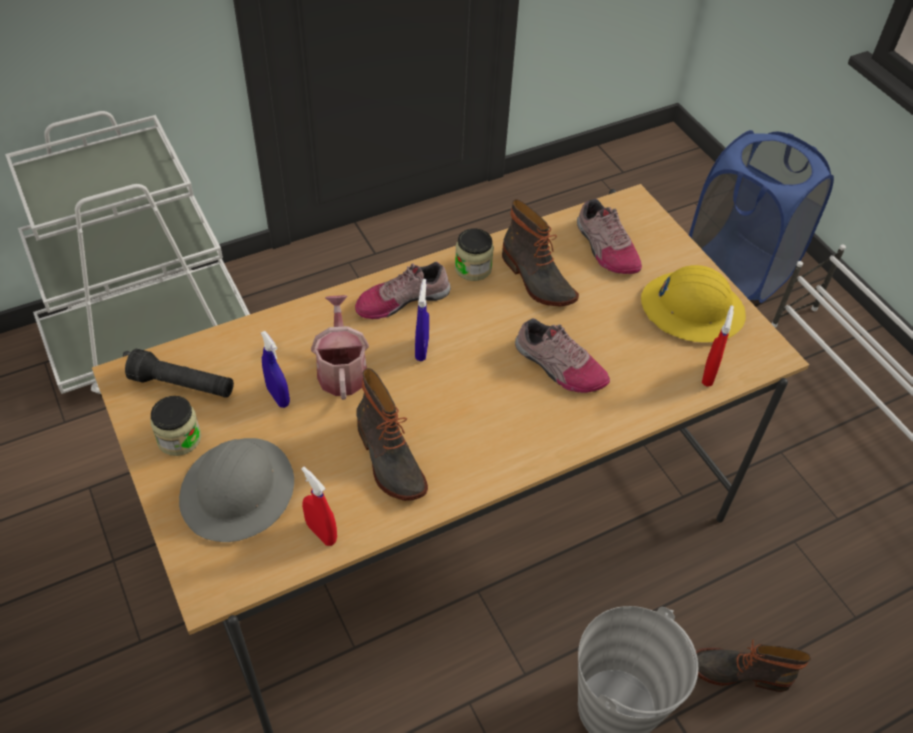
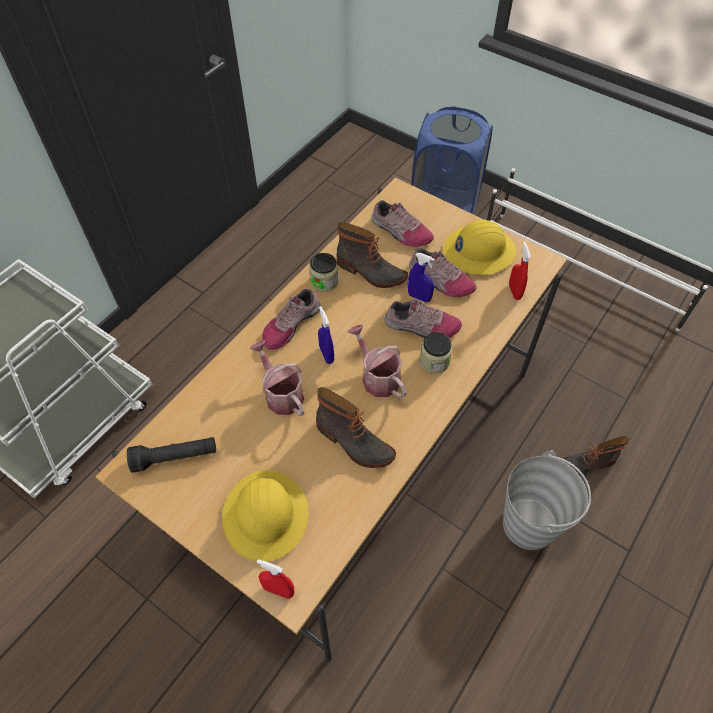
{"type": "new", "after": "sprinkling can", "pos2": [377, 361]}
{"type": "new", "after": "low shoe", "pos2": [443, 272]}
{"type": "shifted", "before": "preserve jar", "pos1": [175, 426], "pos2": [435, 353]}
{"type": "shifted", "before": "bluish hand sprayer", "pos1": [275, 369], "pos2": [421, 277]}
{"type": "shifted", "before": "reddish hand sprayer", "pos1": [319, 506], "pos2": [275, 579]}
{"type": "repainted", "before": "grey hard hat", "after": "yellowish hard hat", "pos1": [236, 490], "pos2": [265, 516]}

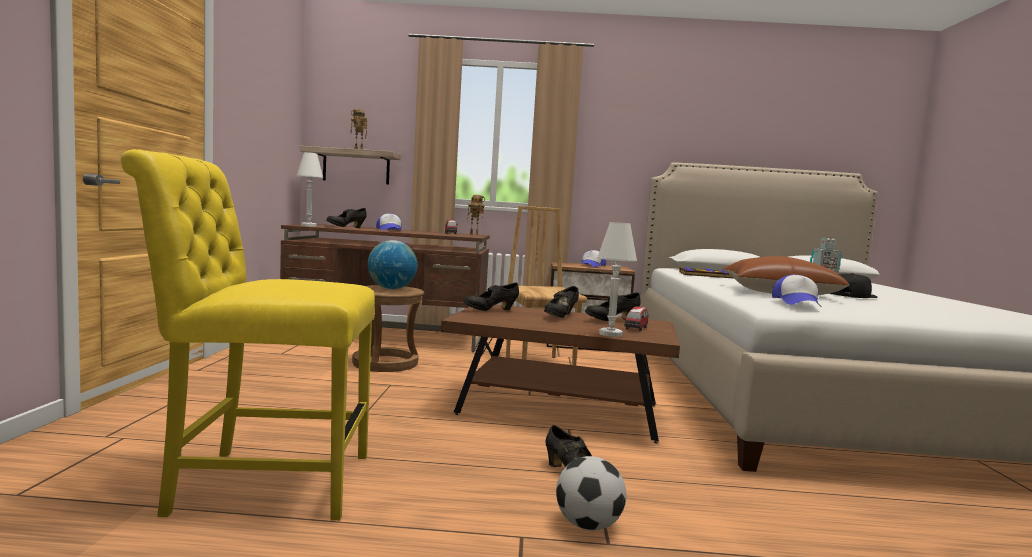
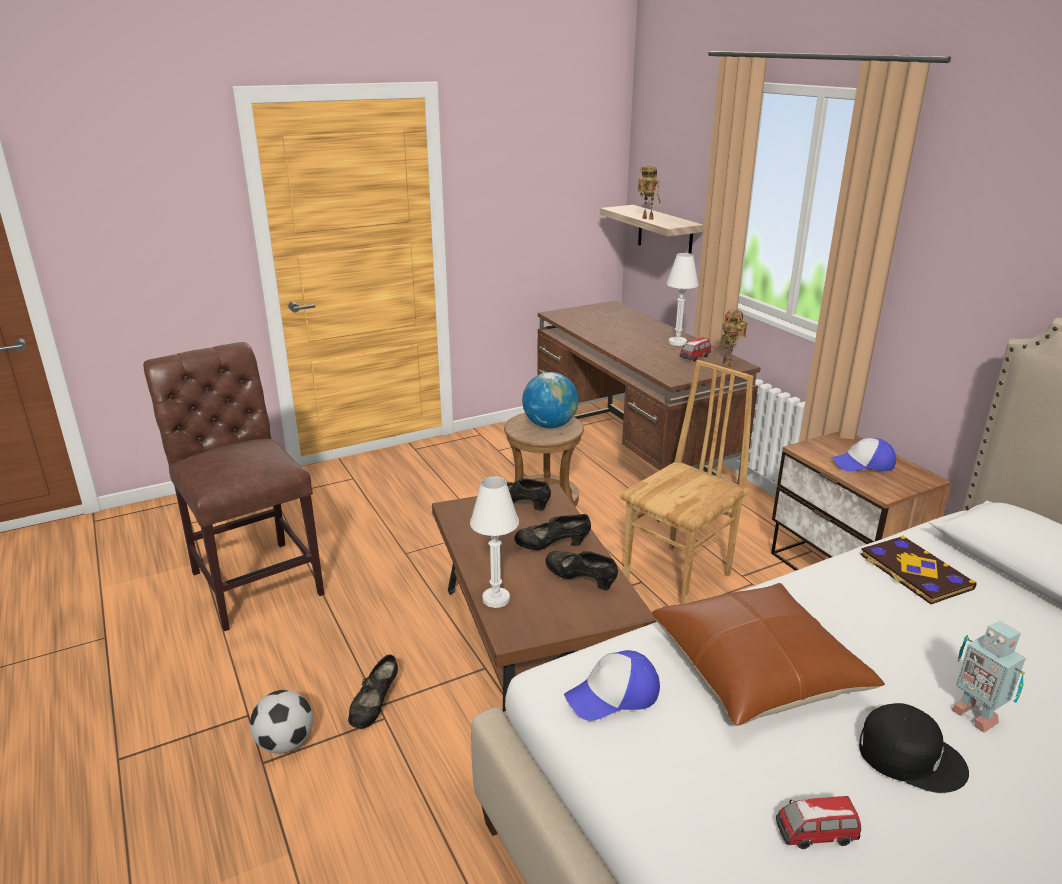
{"type": "gone", "before": "black-coloured low shoe", "pos1": [346, 218]}
{"type": "gone", "before": "peaked cap", "pos1": [389, 222]}
{"type": "shifted", "before": "whitish table lamp", "pos1": [309, 189], "pos2": [682, 299]}
{"type": "shifted", "before": "miniature car", "pos1": [636, 318], "pos2": [818, 822]}
{"type": "repainted", "before": "yellowish chair", "after": "brown chair", "pos1": [248, 335], "pos2": [233, 486]}

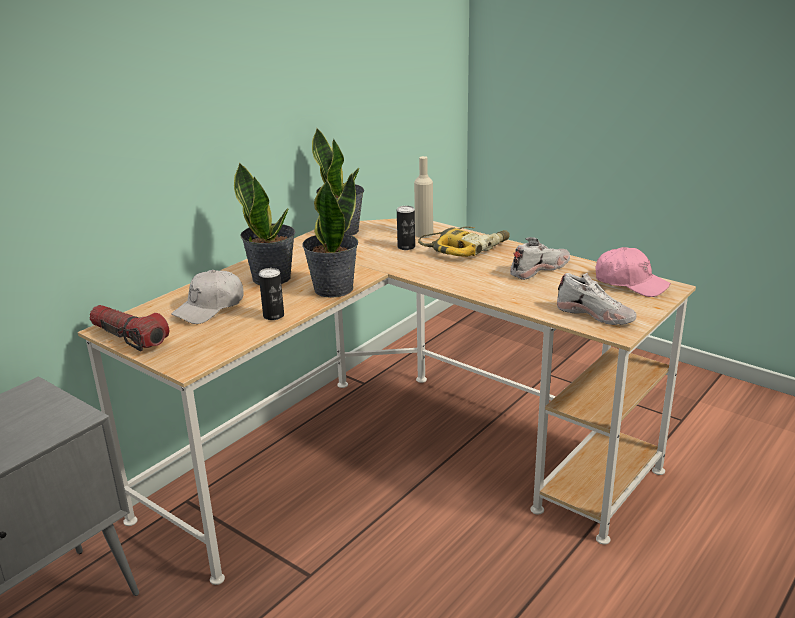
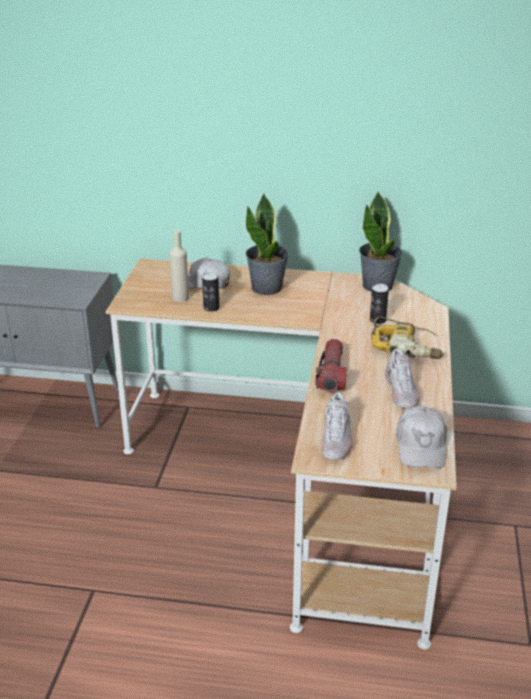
{"type": "gone", "before": "plant in a pot", "pos1": [330, 235]}
{"type": "shifted", "before": "flashlight", "pos1": [129, 328], "pos2": [331, 365]}
{"type": "shifted", "before": "beige drink bottle", "pos1": [423, 197], "pos2": [179, 266]}
{"type": "repainted", "before": "pinkish peaked cap", "after": "whitish peaked cap", "pos1": [633, 272], "pos2": [421, 437]}
{"type": "rotated", "before": "whitish low shoe", "pos1": [540, 258], "pos2": [402, 378], "turn": 60}

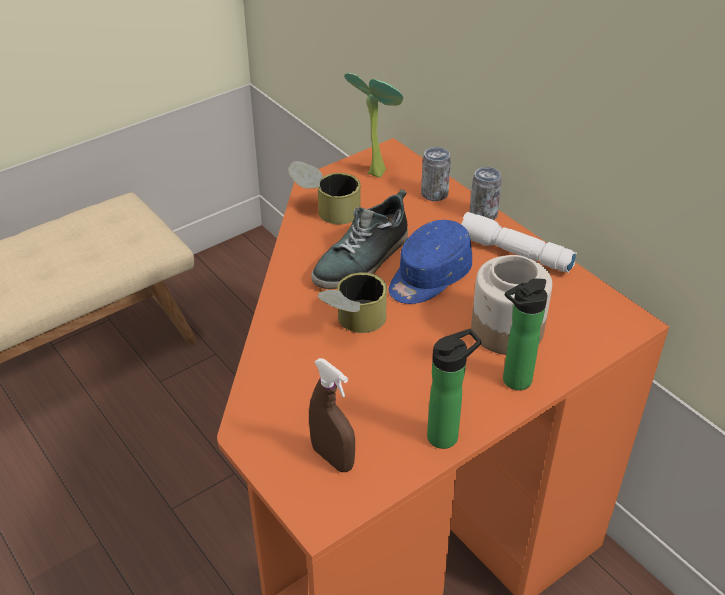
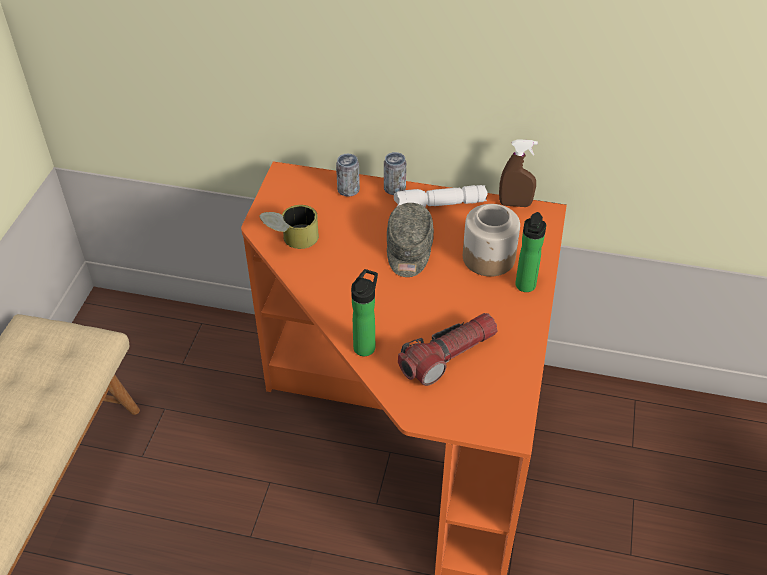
{"type": "gone", "before": "low shoe", "pos1": [359, 239]}
{"type": "gone", "before": "metal can", "pos1": [352, 302]}
{"type": "gone", "before": "plant in a pot", "pos1": [373, 125]}
{"type": "new", "after": "flashlight", "pos2": [447, 349]}
{"type": "shifted", "before": "brown hand sprayer", "pos1": [332, 415], "pos2": [518, 173]}
{"type": "shifted", "before": "drink bottle", "pos1": [454, 389], "pos2": [364, 312]}
{"type": "repainted", "before": "bluish peaked cap", "after": "grey peaked cap", "pos1": [430, 262], "pos2": [410, 240]}

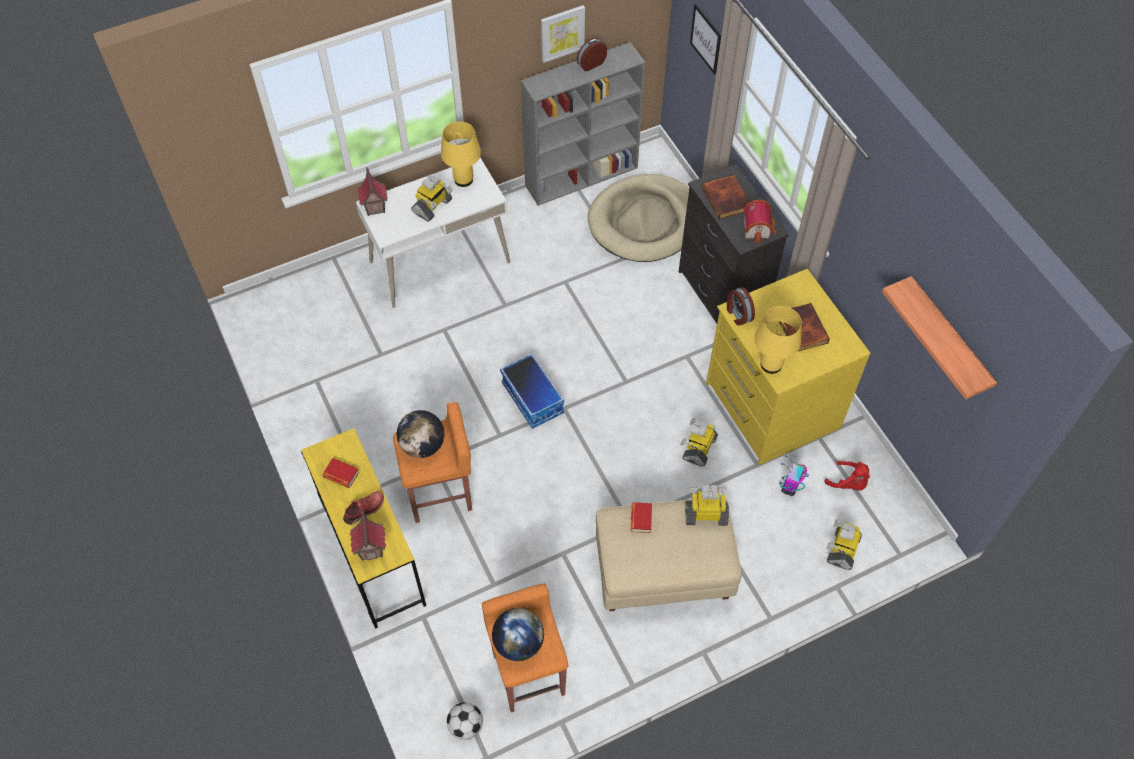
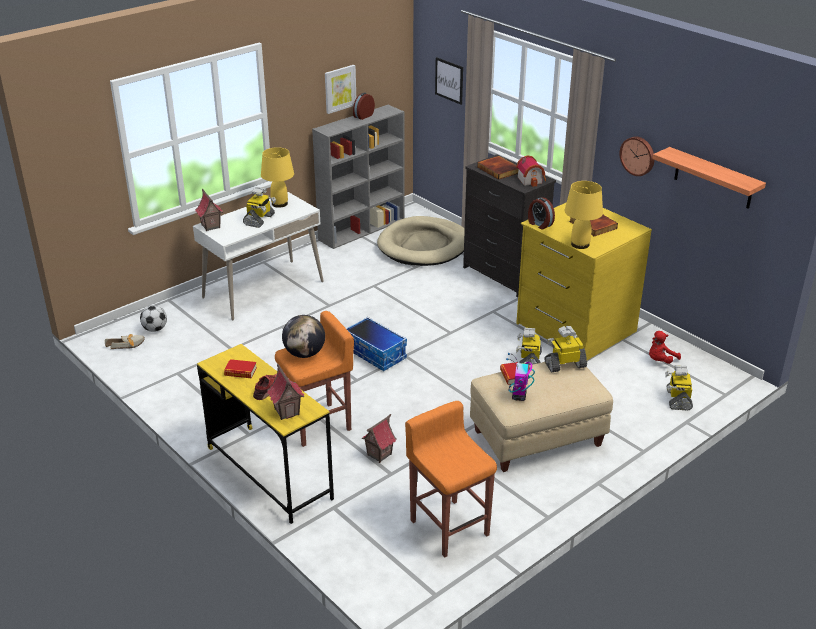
{"type": "gone", "before": "globe", "pos1": [518, 634]}
{"type": "new", "after": "low shoe", "pos2": [125, 341]}
{"type": "new", "after": "miniature house", "pos2": [379, 438]}
{"type": "new", "after": "wall clock", "pos2": [637, 156]}
{"type": "shifted", "before": "football", "pos1": [465, 721], "pos2": [153, 318]}
{"type": "shifted", "before": "robot figure", "pos1": [794, 475], "pos2": [520, 377]}
{"type": "rotated", "before": "reddish cuddly toy", "pos1": [847, 475], "pos2": [665, 347], "turn": 120}

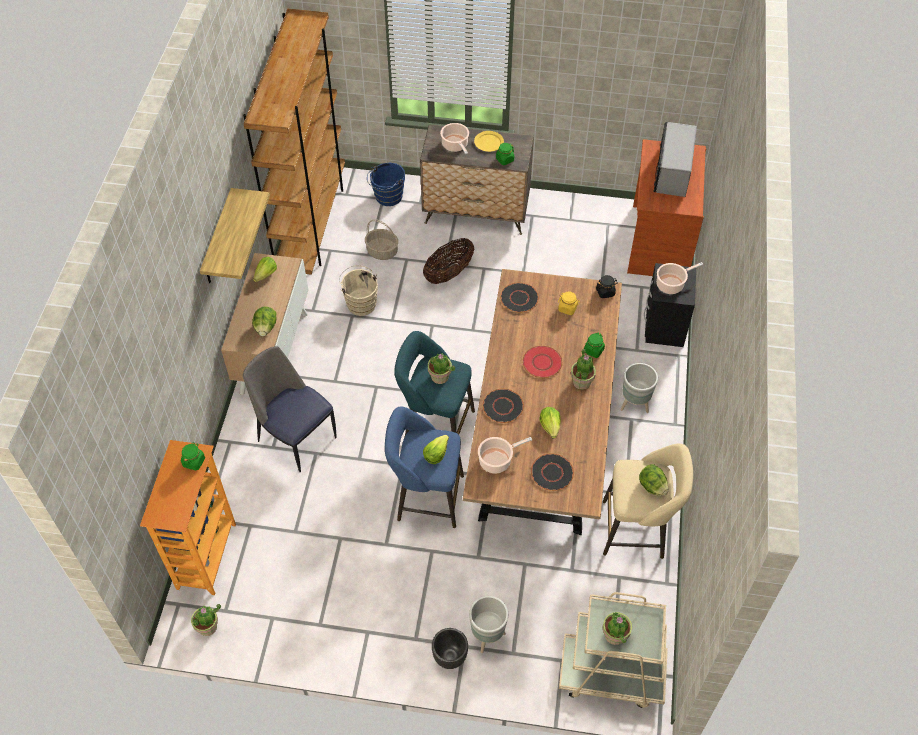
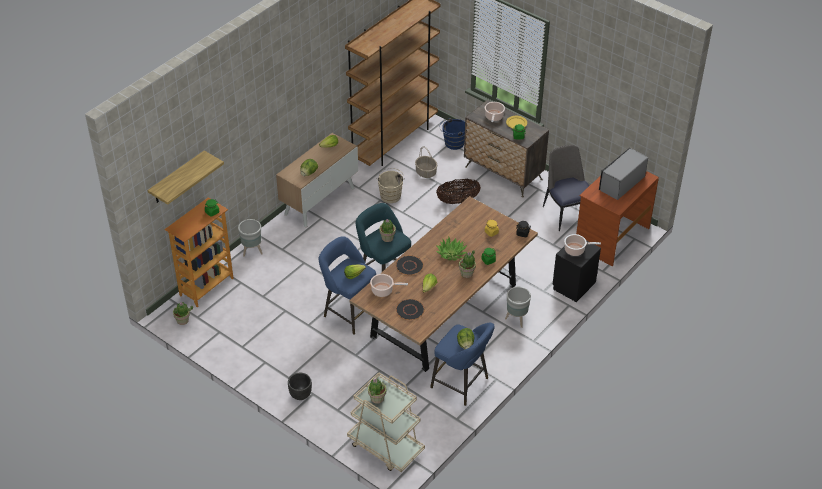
{"type": "gone", "before": "black-coloured plate", "pos1": [519, 297]}
{"type": "shifted", "before": "wall shelf", "pos1": [235, 235], "pos2": [186, 178]}
{"type": "shifted", "before": "chair", "pos1": [290, 409], "pos2": [566, 188]}
{"type": "shifted", "before": "grey plant pot", "pos1": [488, 624], "pos2": [250, 238]}
{"type": "swapped", "before": "reddish plate", "after": "plant in a pot", "pos1": [542, 362], "pos2": [452, 248]}
{"type": "repainted", "before": "beige stool seat", "after": "bluish stool seat", "pos1": [648, 501], "pos2": [462, 364]}

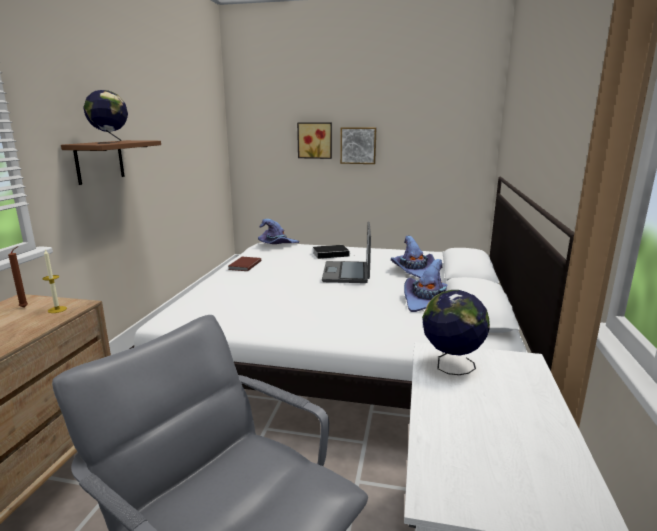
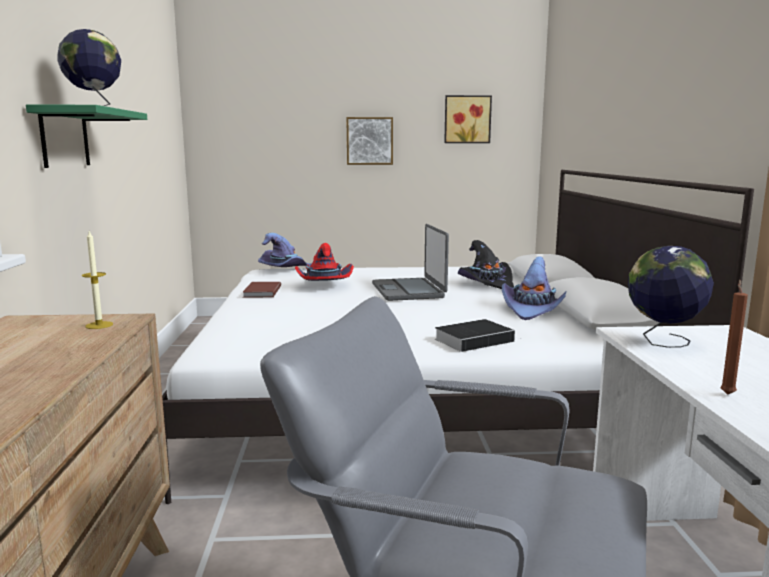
{"type": "new", "after": "reddish clothing hat", "pos2": [324, 262]}
{"type": "shifted", "before": "brown wax light", "pos1": [18, 277], "pos2": [734, 337]}
{"type": "shifted", "before": "picture", "pos1": [314, 141], "pos2": [468, 119]}
{"type": "shifted", "before": "book", "pos1": [331, 252], "pos2": [478, 335]}
{"type": "repainted", "before": "brown wall shelf", "after": "green-coloured wall shelf", "pos1": [111, 162], "pos2": [86, 136]}
{"type": "repainted", "before": "purple-coloured clothing hat", "after": "black-coloured clothing hat", "pos1": [413, 257], "pos2": [486, 264]}

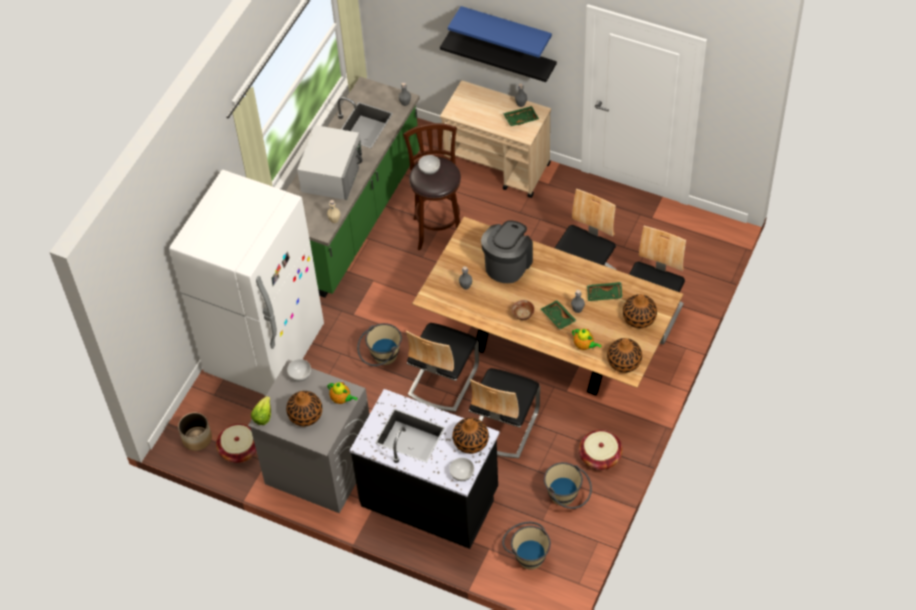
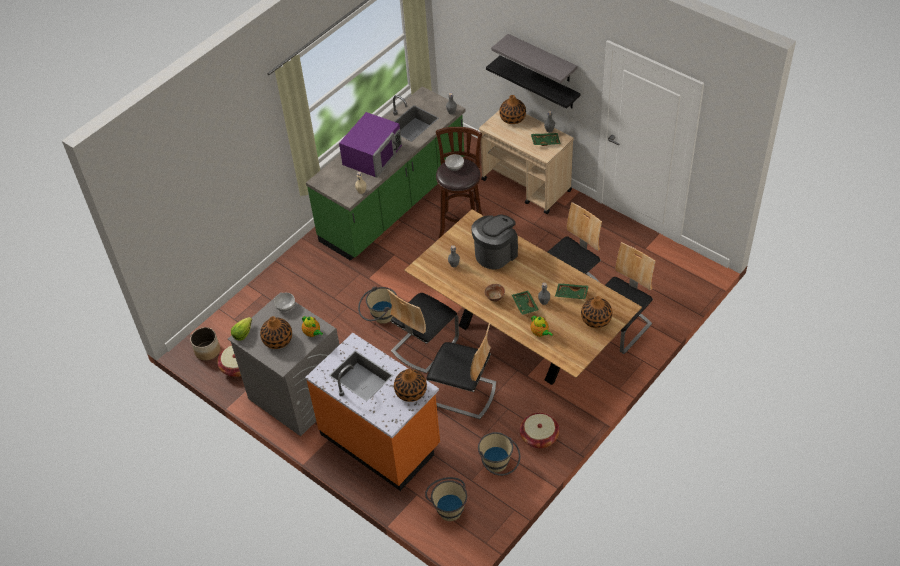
{"type": "gone", "before": "whitish kitchen fridge", "pos1": [246, 283]}
{"type": "gone", "before": "deep dish", "pos1": [461, 469]}
{"type": "shifted", "before": "vase", "pos1": [624, 355], "pos2": [512, 109]}
{"type": "repainted", "before": "whitish kitchen microwave", "after": "purple-coloured kitchen microwave", "pos1": [330, 162], "pos2": [370, 145]}
{"type": "repainted", "before": "black-coloured kitchen base unit", "after": "orange-coloured kitchen base unit", "pos1": [424, 469], "pos2": [372, 412]}
{"type": "repainted", "before": "bluish wall shelf", "after": "grey wall shelf", "pos1": [500, 32], "pos2": [534, 58]}
{"type": "rotated", "before": "chair", "pos1": [504, 413], "pos2": [461, 371], "turn": -105}

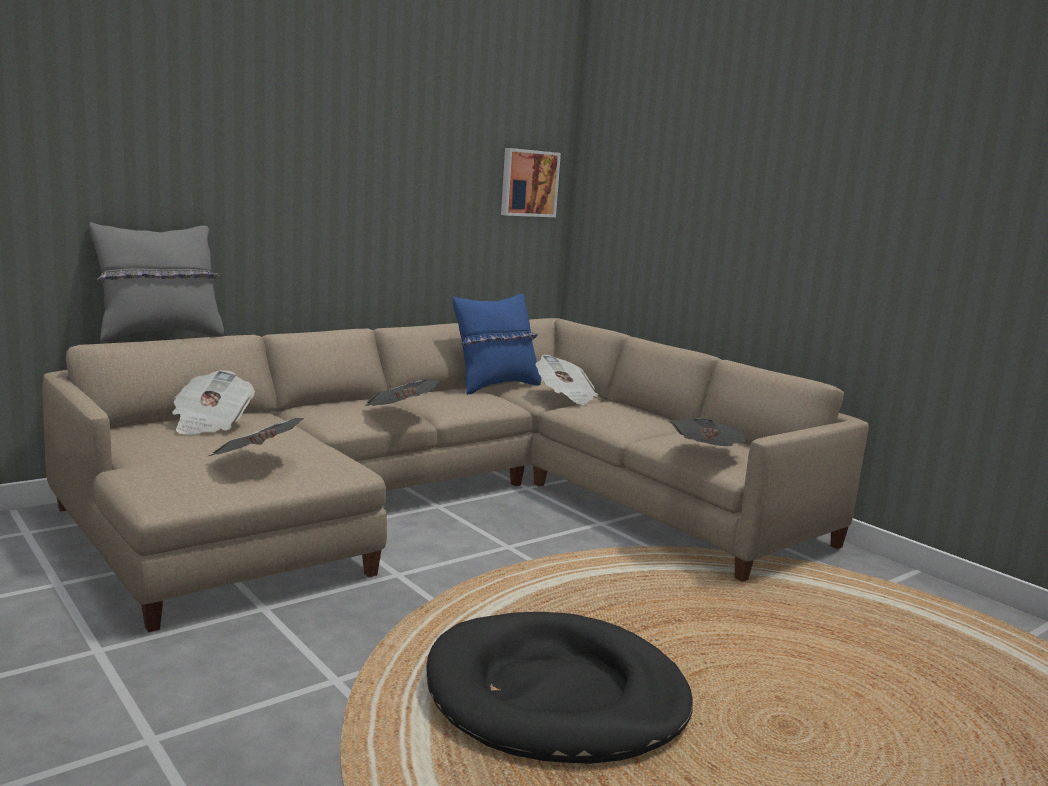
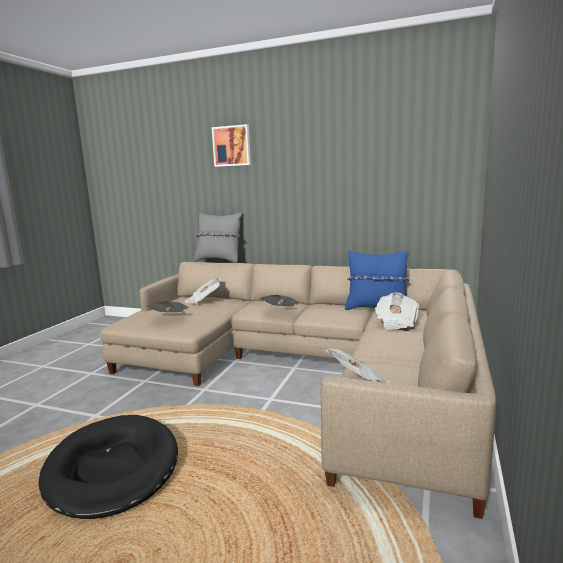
{"type": "shifted", "before": "picture", "pos1": [531, 182], "pos2": [231, 145]}

